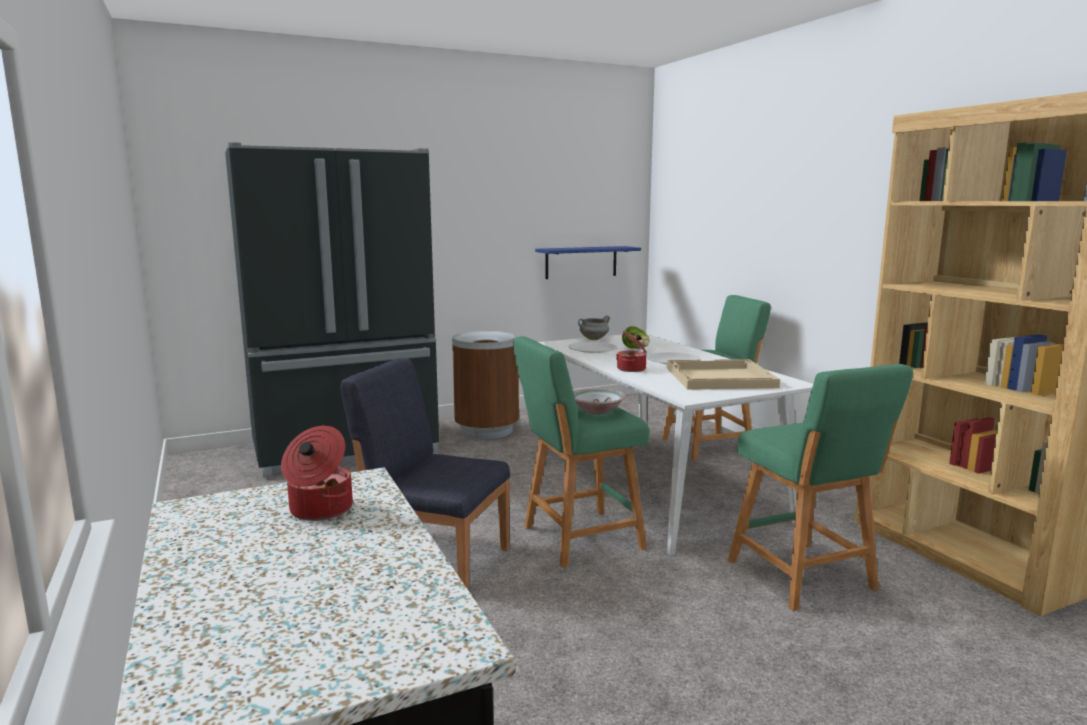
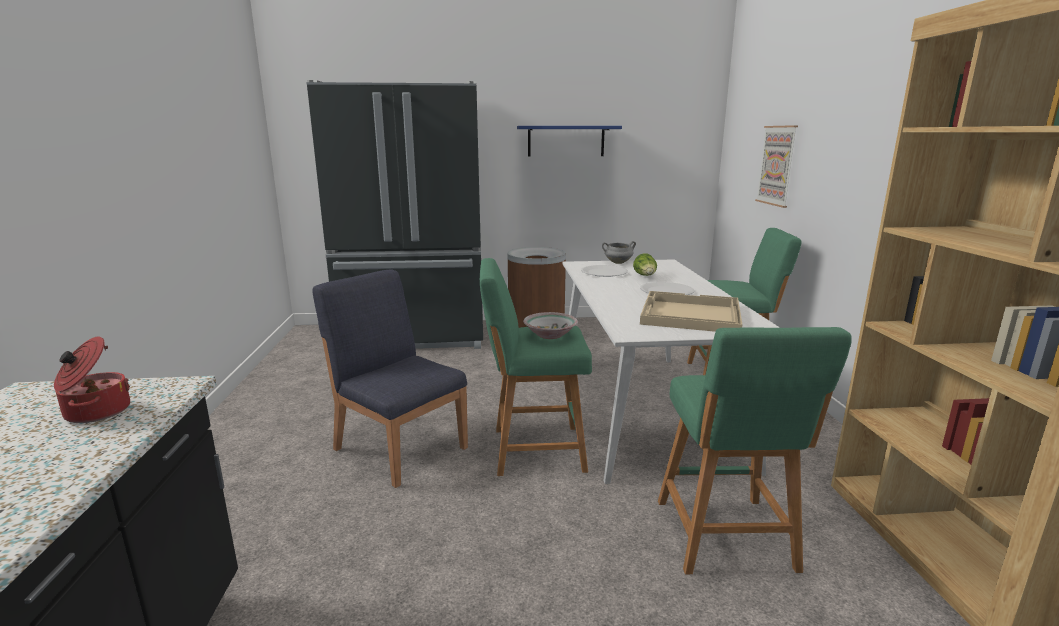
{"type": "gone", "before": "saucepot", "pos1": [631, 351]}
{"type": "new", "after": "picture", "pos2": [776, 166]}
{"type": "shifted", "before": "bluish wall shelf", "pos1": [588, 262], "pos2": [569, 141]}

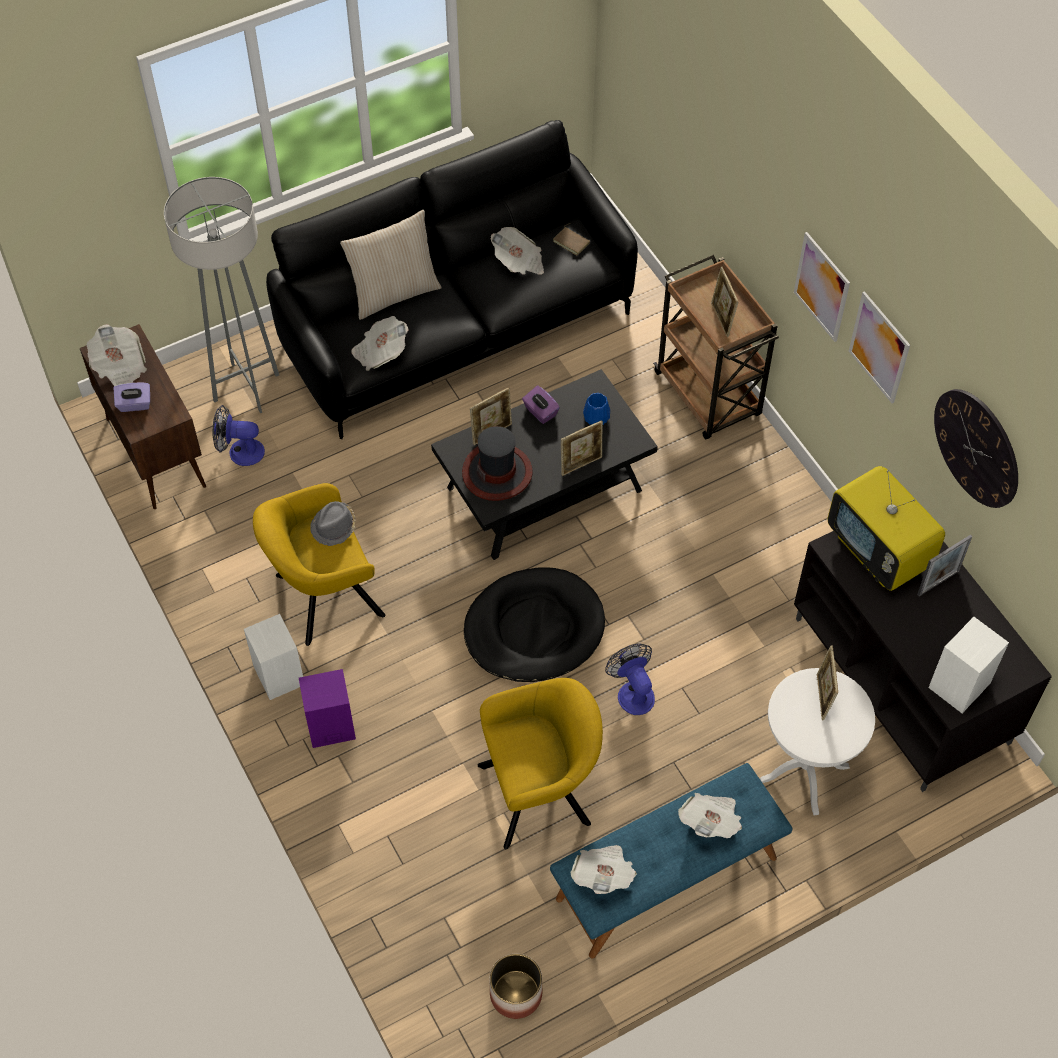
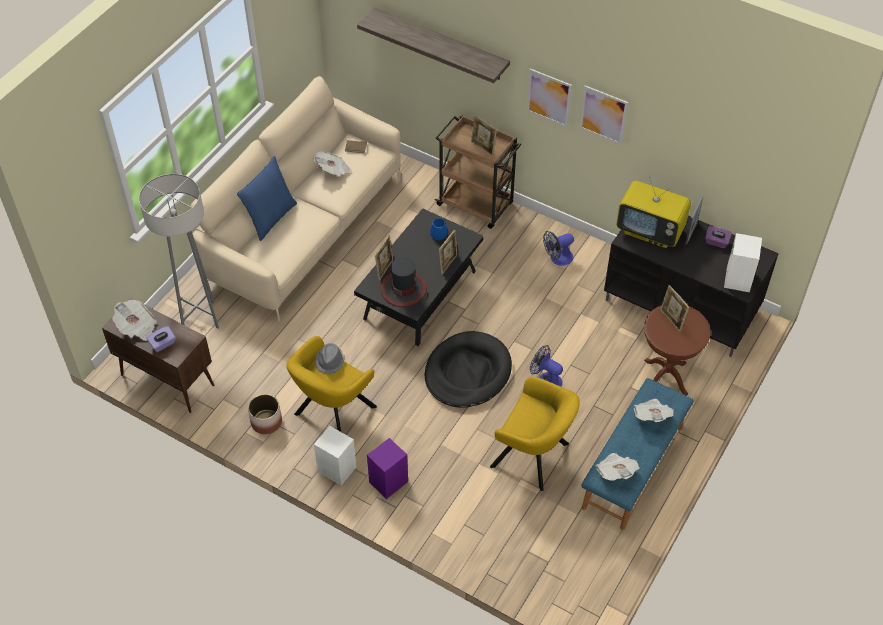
{"type": "gone", "before": "printed paper", "pos1": [380, 343]}
{"type": "gone", "before": "wall clock", "pos1": [976, 448]}
{"type": "new", "after": "wall shelf", "pos2": [433, 45]}
{"type": "shifted", "before": "cooling fan", "pos1": [239, 435], "pos2": [558, 248]}
{"type": "shifted", "before": "plant pot", "pos1": [515, 986], "pos2": [265, 414]}
{"type": "shifted", "before": "purple-coloured tissue box", "pos1": [541, 404], "pos2": [718, 237]}
{"type": "repainted", "before": "black-coloured settee", "after": "beige settee", "pos1": [452, 279], "pos2": [295, 198]}
{"type": "repainted", "before": "beige cushion", "after": "bluish cushion", "pos1": [391, 265], "pos2": [267, 198]}
{"type": "repainted", "before": "whitish accent table", "after": "brown accent table", "pos1": [817, 741], "pos2": [677, 350]}
{"type": "rotated", "before": "yellowish easy chair", "pos1": [540, 763], "pos2": [535, 434], "turn": 75}

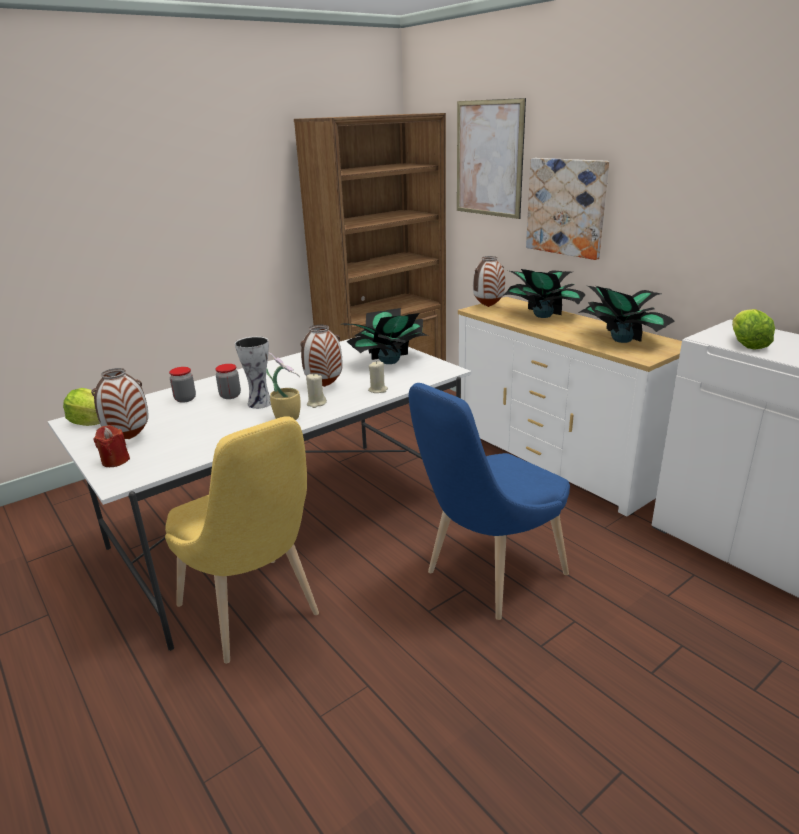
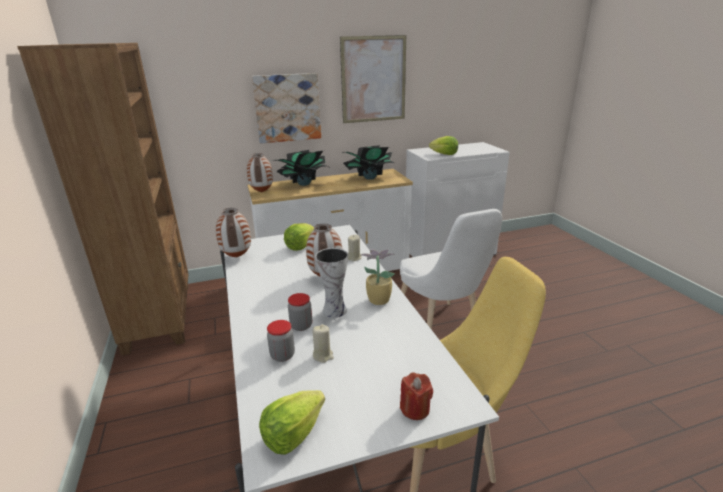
{"type": "shifted", "before": "vase", "pos1": [120, 403], "pos2": [233, 232]}
{"type": "shifted", "before": "beige wax light", "pos1": [316, 390], "pos2": [323, 343]}
{"type": "shifted", "before": "picture", "pos1": [491, 158], "pos2": [373, 79]}
{"type": "swapped", "before": "plant in a pot", "after": "head of lettuce", "pos1": [386, 336], "pos2": [299, 237]}
{"type": "repainted", "before": "bluish chair", "after": "whitish chair", "pos1": [489, 501], "pos2": [451, 269]}

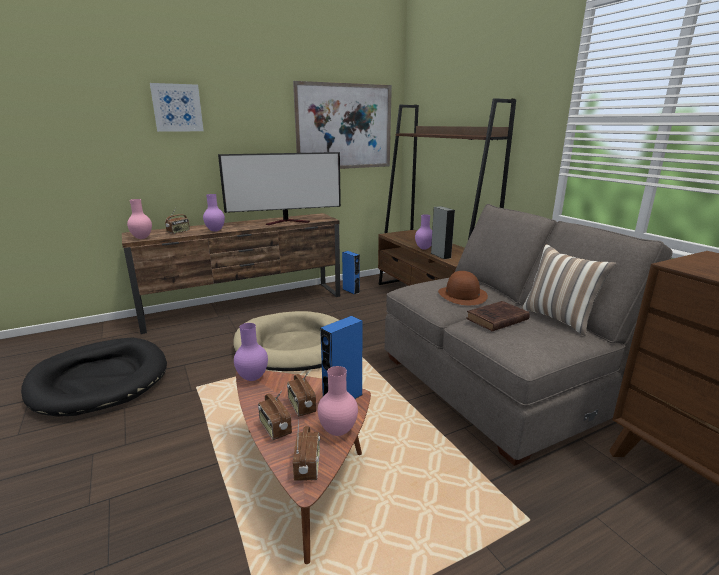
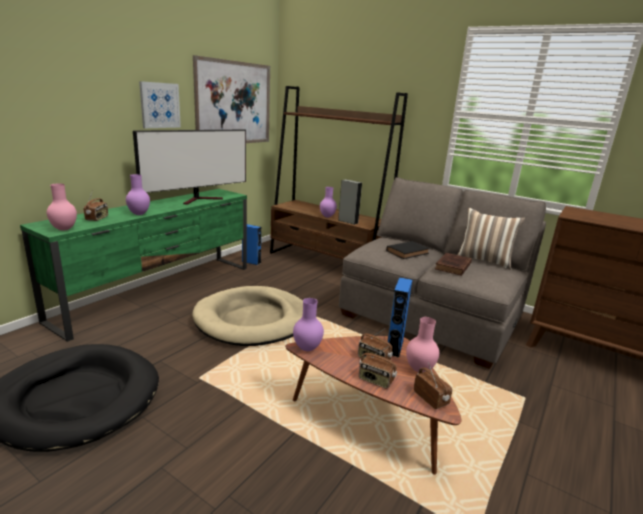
{"type": "shifted", "before": "picture", "pos1": [177, 107], "pos2": [160, 104]}
{"type": "swapped", "before": "brown clothing hat", "after": "black-coloured book", "pos1": [463, 288], "pos2": [408, 250]}
{"type": "repainted", "before": "brown tv stand", "after": "green-coloured tv stand", "pos1": [231, 273], "pos2": [133, 265]}

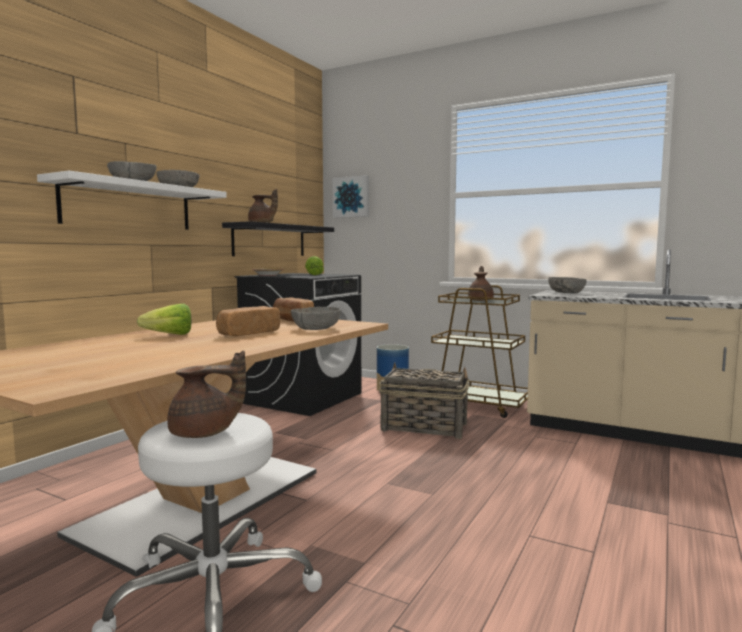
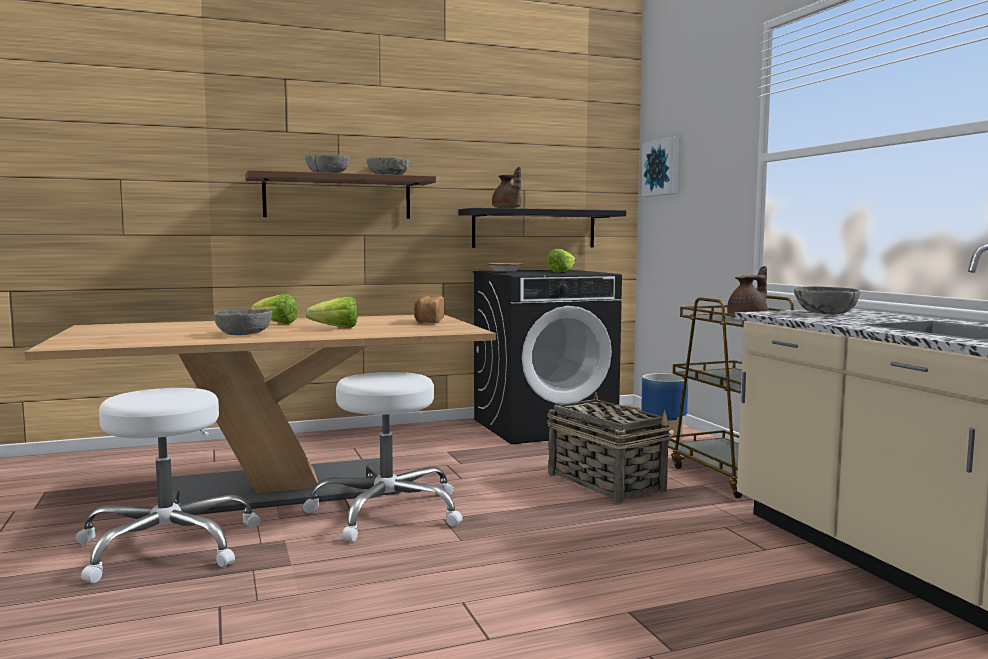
{"type": "gone", "before": "brown tea pot", "pos1": [206, 394]}
{"type": "new", "after": "whitish stool seat", "pos2": [383, 457]}
{"type": "shifted", "before": "grey deep dish", "pos1": [316, 318], "pos2": [243, 322]}
{"type": "swapped", "before": "baked bread", "after": "head of lettuce", "pos1": [248, 321], "pos2": [331, 312]}
{"type": "repainted", "before": "whitish wall shelf", "after": "brown wall shelf", "pos1": [132, 200], "pos2": [340, 194]}

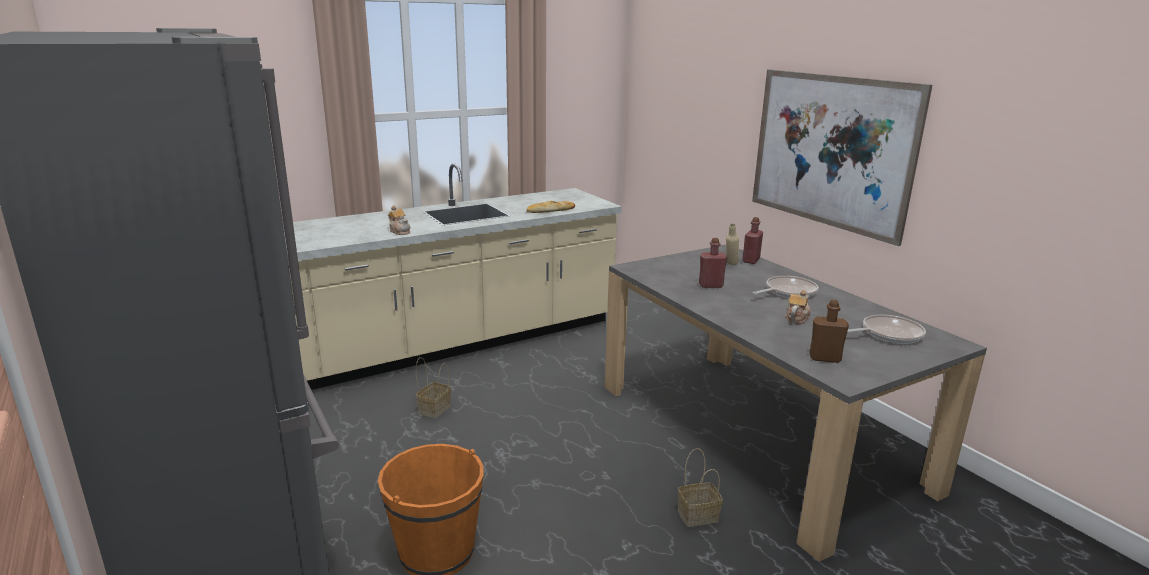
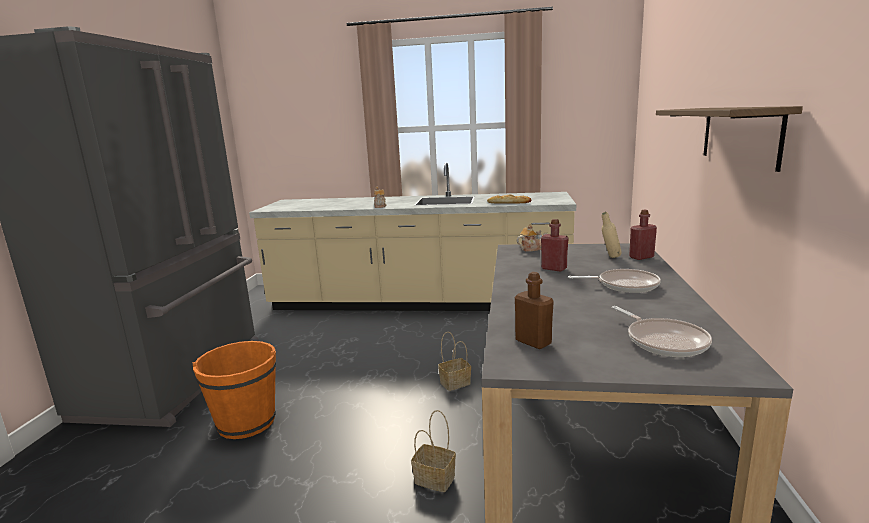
{"type": "shifted", "before": "storage basket", "pos1": [433, 387], "pos2": [454, 361]}
{"type": "shifted", "before": "tea pot", "pos1": [798, 307], "pos2": [532, 238]}
{"type": "swapped", "before": "picture", "after": "wall shelf", "pos1": [842, 157], "pos2": [729, 139]}
{"type": "rotated", "before": "skillet", "pos1": [886, 329], "pos2": [662, 331], "turn": 45}

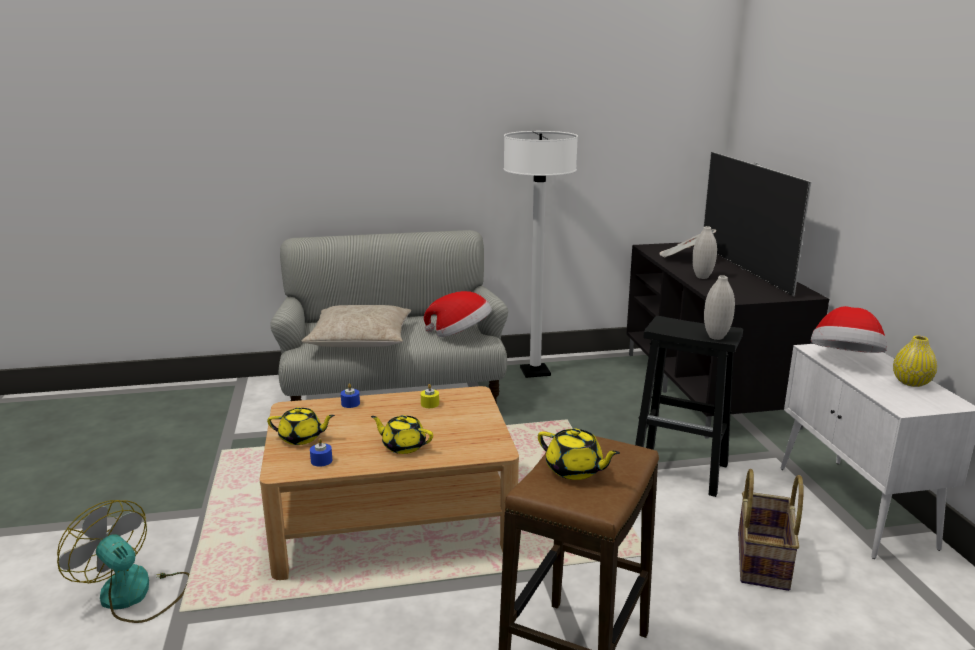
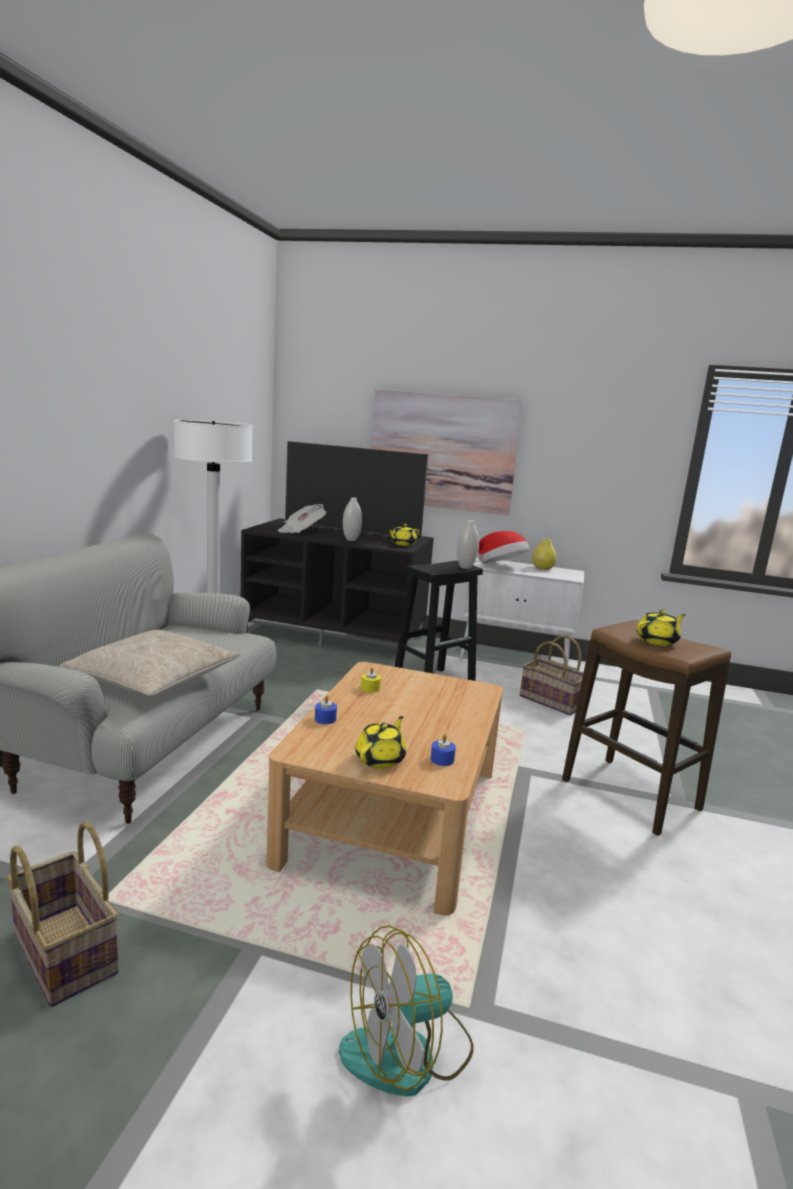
{"type": "gone", "before": "clothing hat", "pos1": [458, 314]}
{"type": "new", "after": "storage basket", "pos2": [62, 914]}
{"type": "new", "after": "picture", "pos2": [447, 452]}
{"type": "shifted", "before": "yellowish tea pot", "pos1": [402, 434], "pos2": [403, 535]}

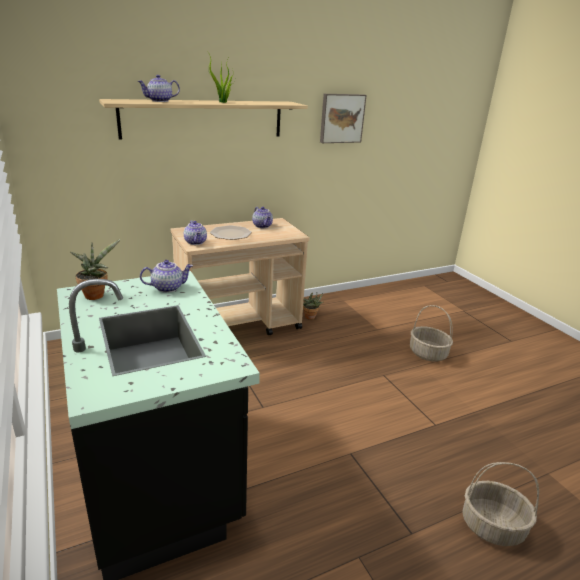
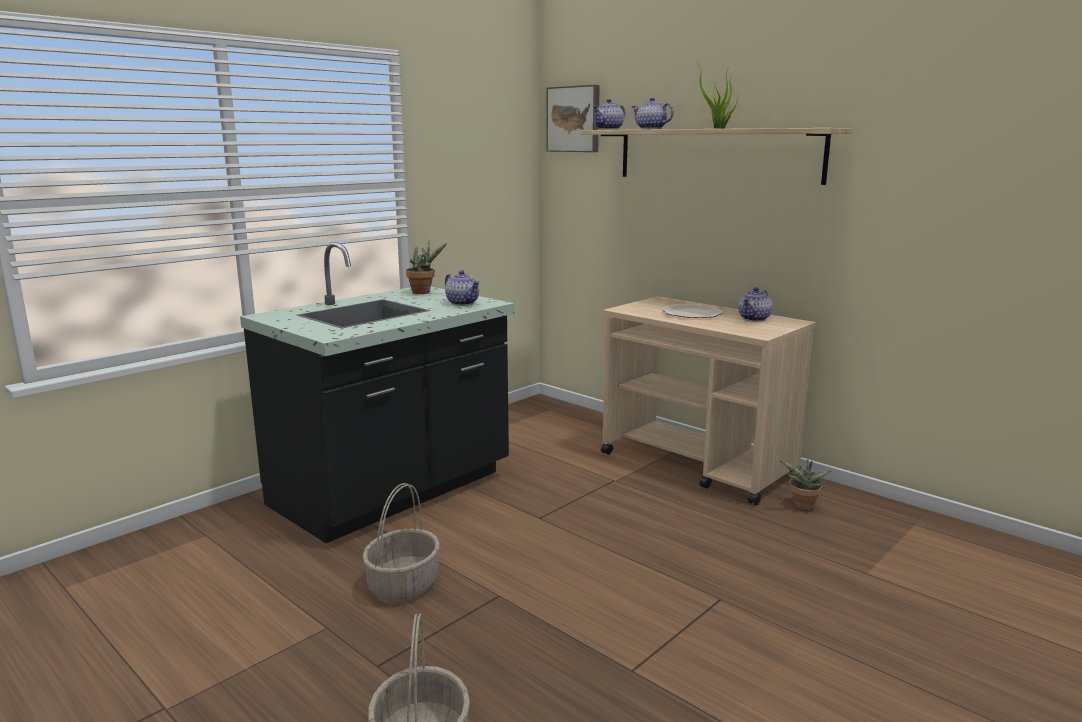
{"type": "shifted", "before": "tea pot", "pos1": [195, 233], "pos2": [609, 114]}
{"type": "shifted", "before": "picture", "pos1": [343, 118], "pos2": [573, 118]}
{"type": "shifted", "before": "storage basket", "pos1": [431, 333], "pos2": [401, 542]}

